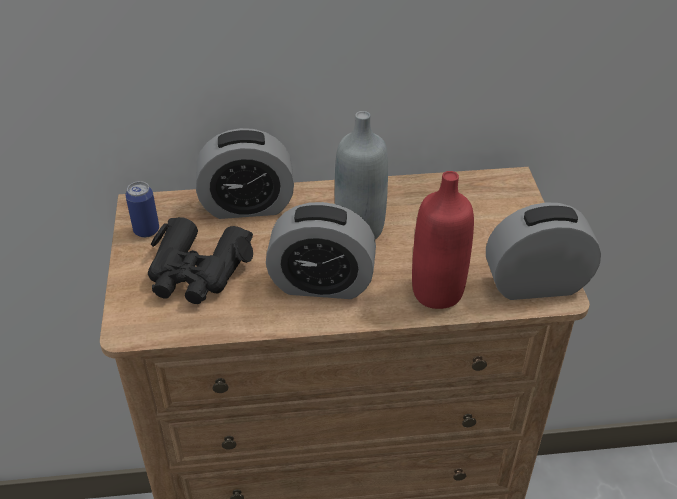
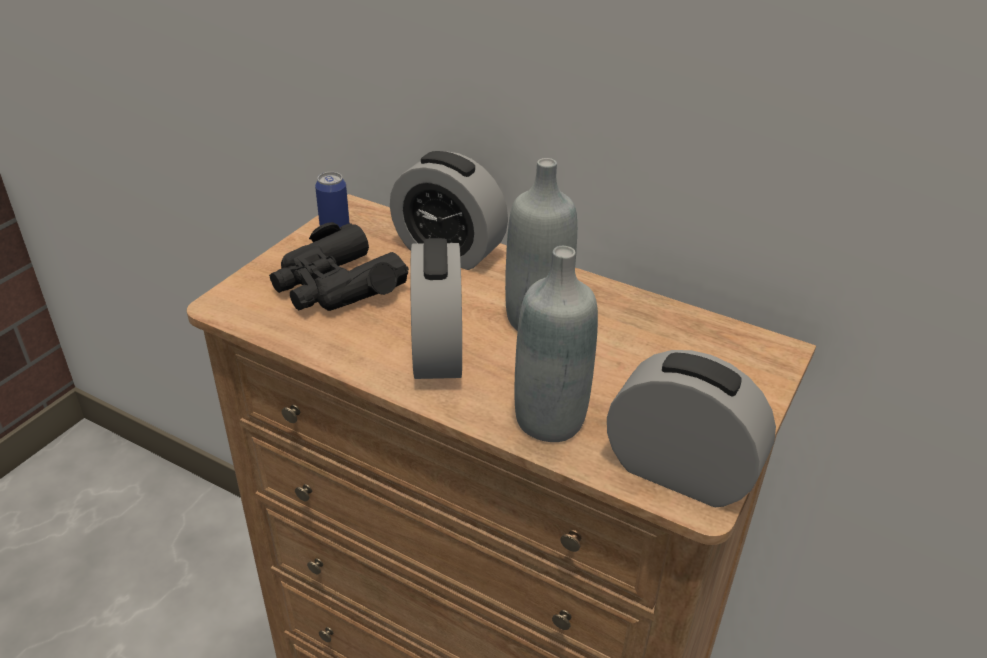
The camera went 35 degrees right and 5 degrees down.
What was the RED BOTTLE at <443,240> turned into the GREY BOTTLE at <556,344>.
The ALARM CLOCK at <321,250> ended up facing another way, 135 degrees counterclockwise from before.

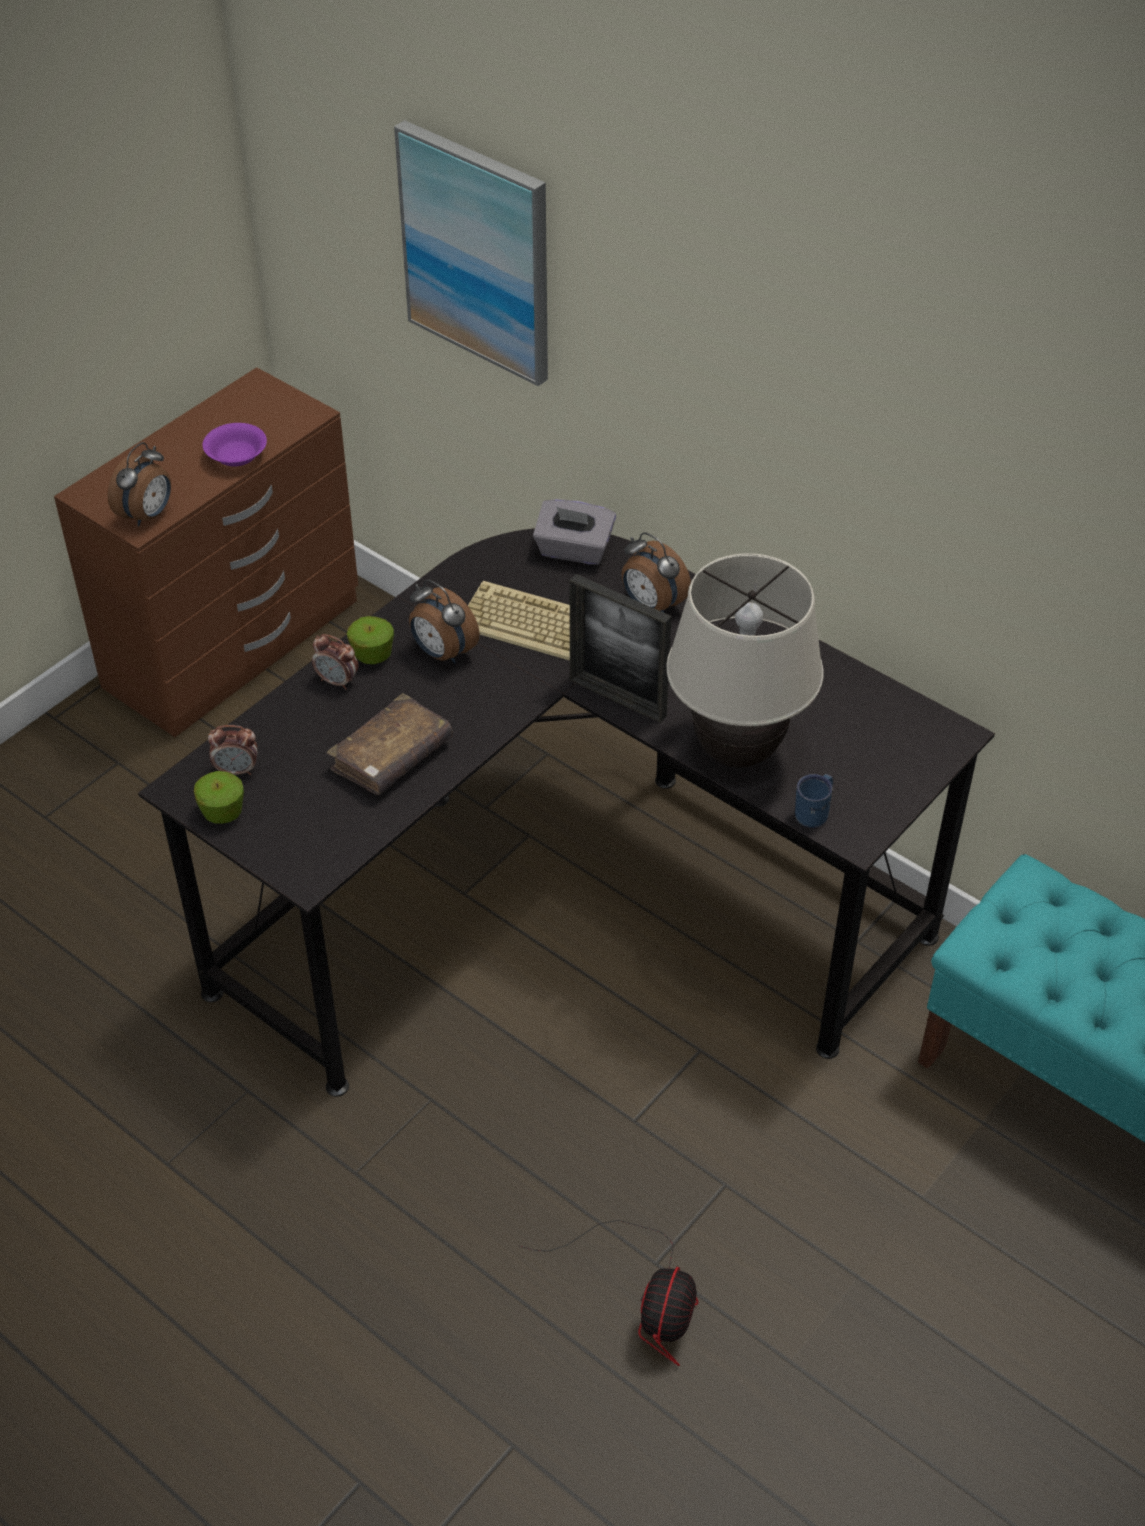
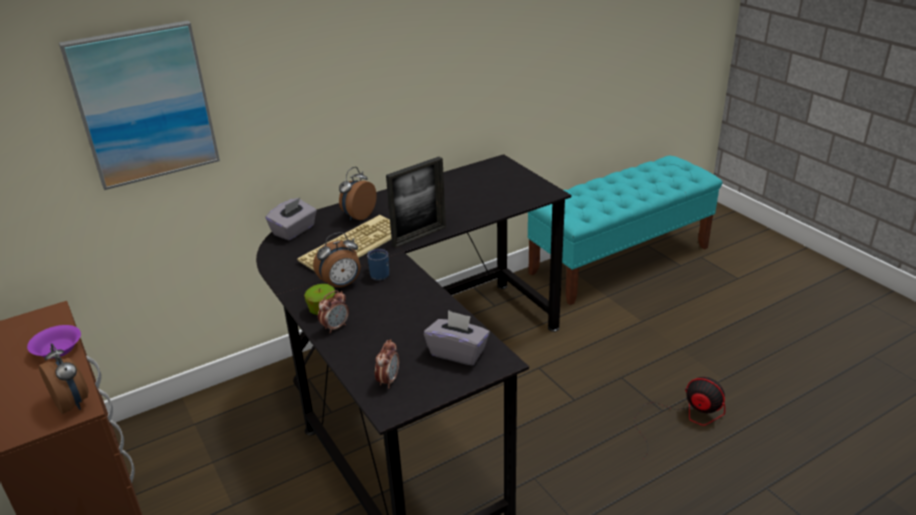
The camera went 70 degrees left and 15 degrees down.
The second view lost the APPLE at <219,797>.
The second view lost the BROWN BOOK at <390,744>.
The second view lost the BEIGE TABLE LAMP at <744,660>.
The second view gained the GREY TISSUE BOX at <457,338>.
The BLUE MUG ended up elsewhere, having gone from <814,801> to <378,265>.
The ALARM CLOCK at <656,572> ended up facing another way, 150 degrees clockwise from before.

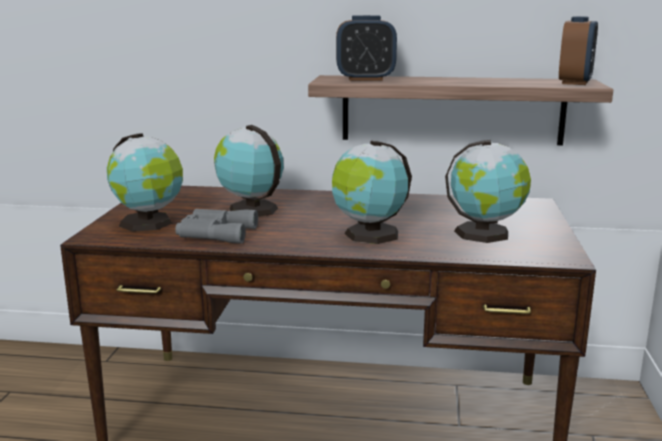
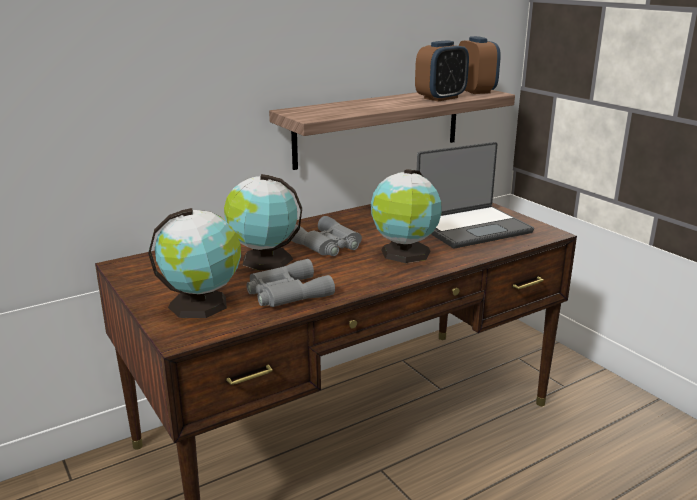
The camera went 40 degrees left and 5 degrees up.
The second view gained the GREY BINOCULARS at <324,236>.
The ALARM CLOCK ended up elsewhere, having gone from <366,48> to <442,71>.
Where the GLOBE stood at <488,191>, the LAPTOP came to stand at <475,195>.

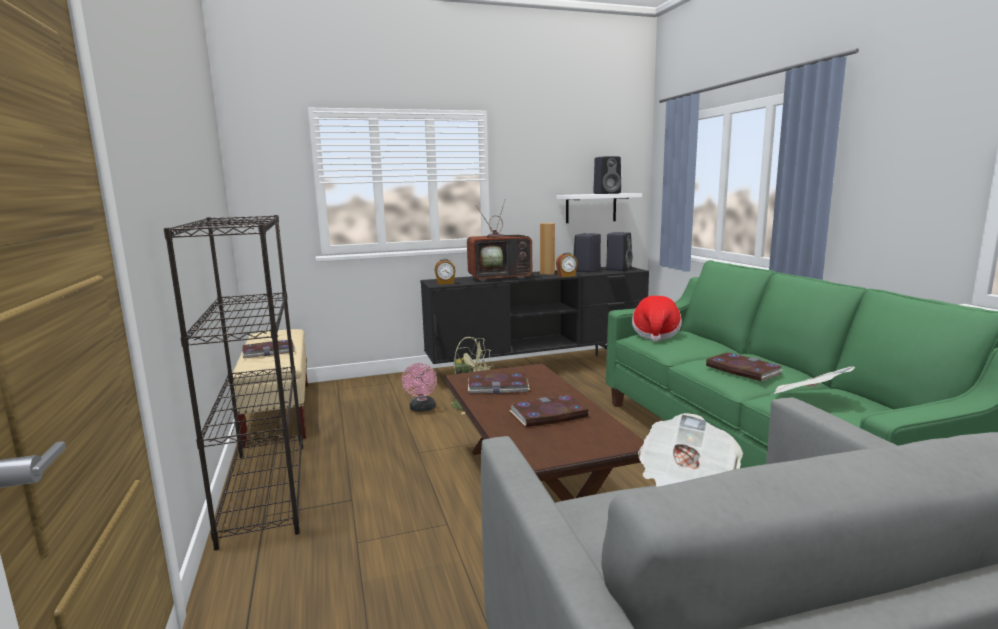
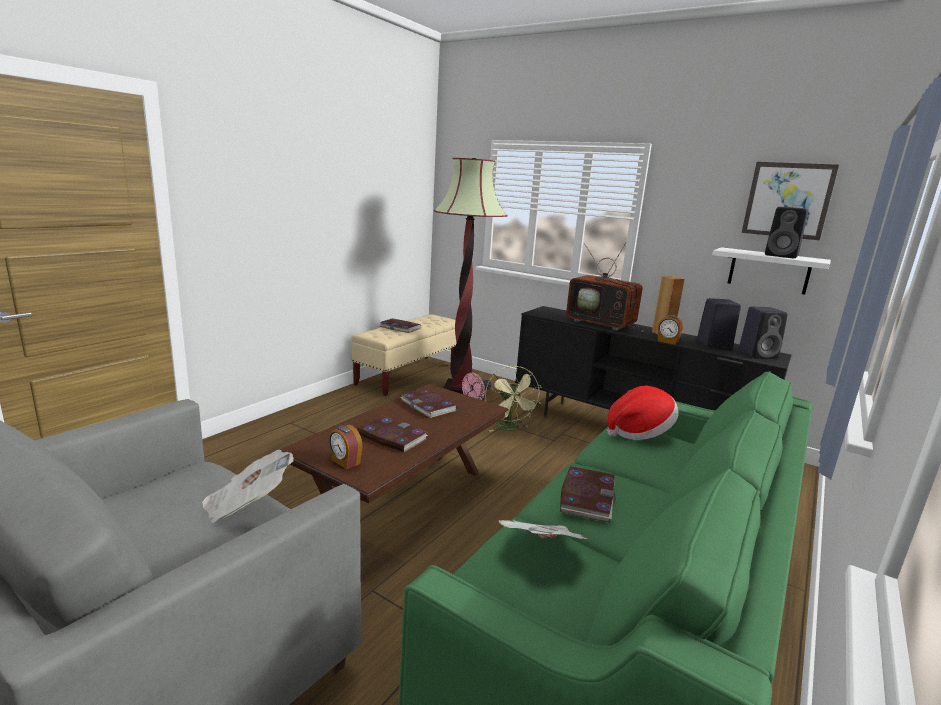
The camera went 50 degrees right and 5 degrees up.
The second view lost the BLACK BOOKCASE at <233,382>.
The second view gained the FLOOR LAMP at <471,277>.
The second view gained the PICTURE at <790,201>.
The ALARM CLOCK ended up elsewhere, having gone from <445,272> to <346,447>.

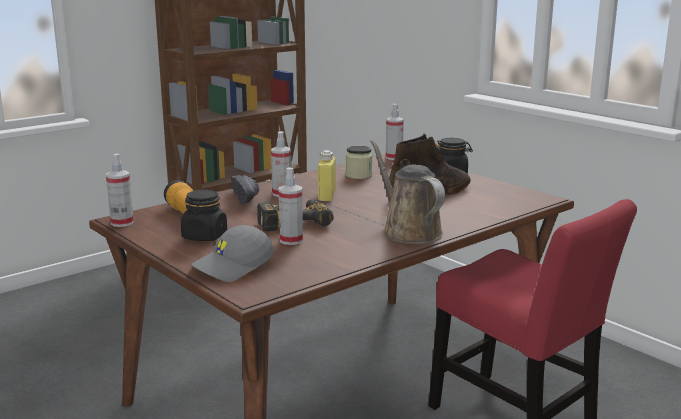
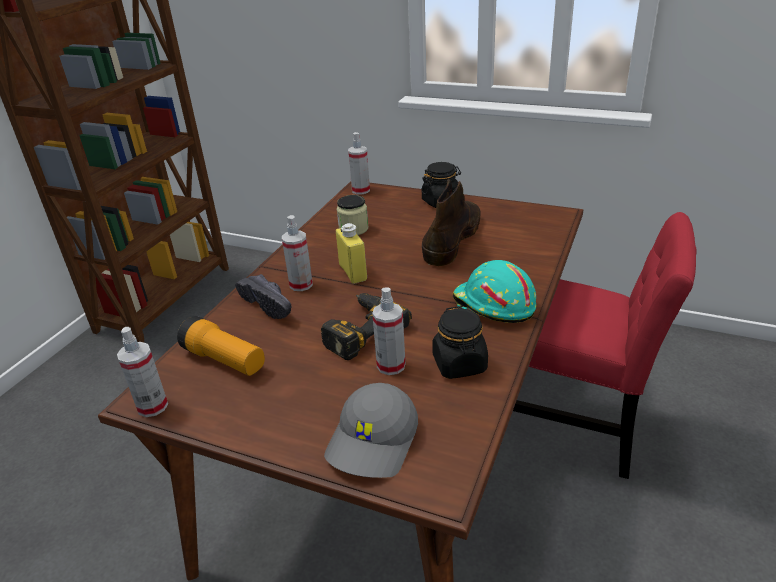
The camera went 25 degrees left and 15 degrees up.
The BLACK JAR ended up elsewhere, having gone from <204,215> to <460,342>.
Where the BROWN WATERING CAN stood at <407,191>, the TURQUOISE HARD HAT came to stand at <494,291>.

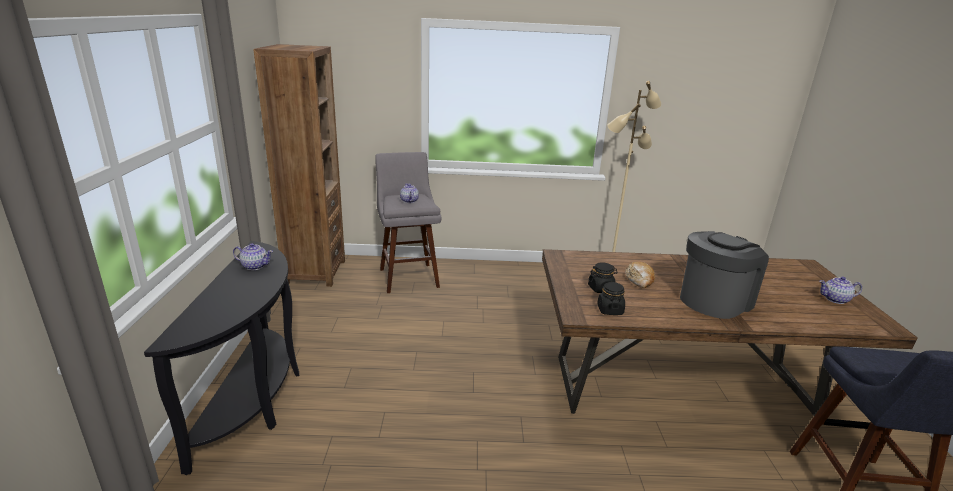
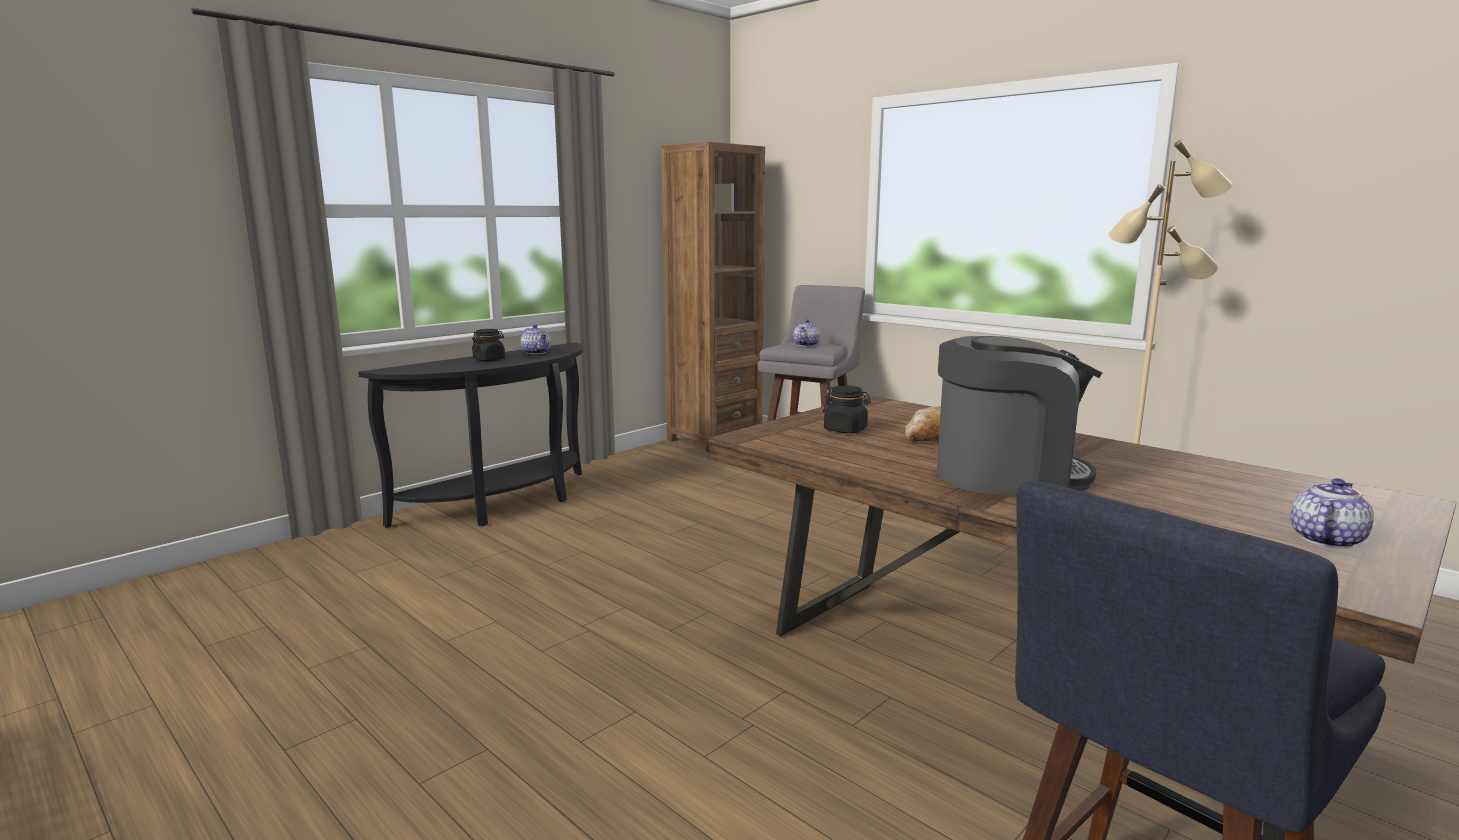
The camera went 45 degrees right and 10 degrees down.
The BLACK JAR ended up elsewhere, having gone from <611,298> to <488,345>.
The TEAPOT at <840,290> ended up facing another way, 90 degrees clockwise from before.

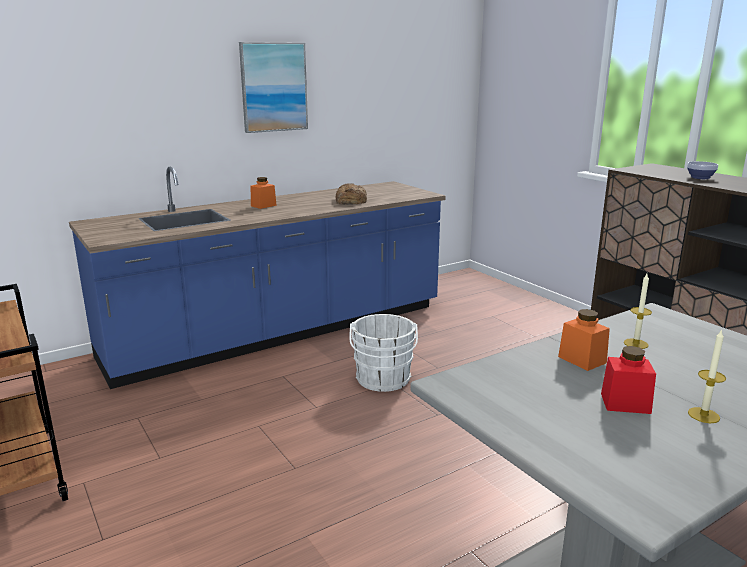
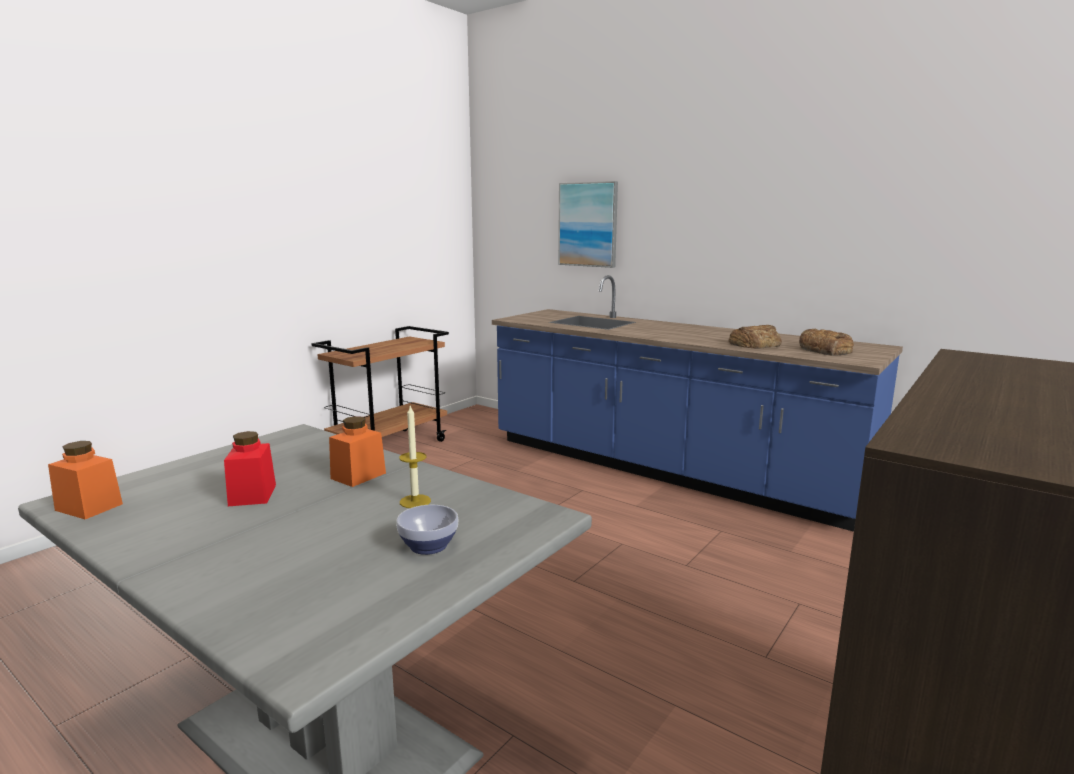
The camera went 70 degrees right and 5 degrees down.
The second view lost the WHITE BUCKET at <383,353>.
The second view lost the CANDLE at <707,376>.
The second view gained the BREAD at <826,342>.
The PICTURE ended up elsewhere, having gone from <273,87> to <588,224>.
The ORANGE JAR ended up elsewhere, having gone from <264,193> to <85,480>.
The BOWL ended up elsewhere, having gone from <702,170> to <427,530>.

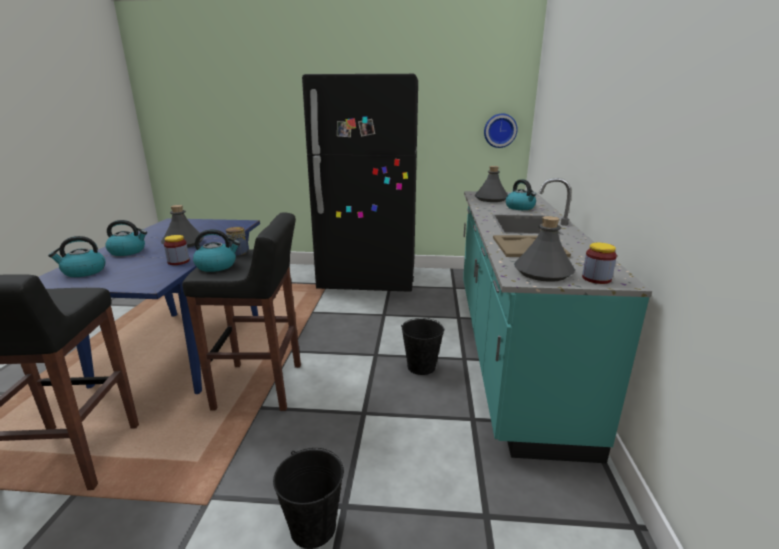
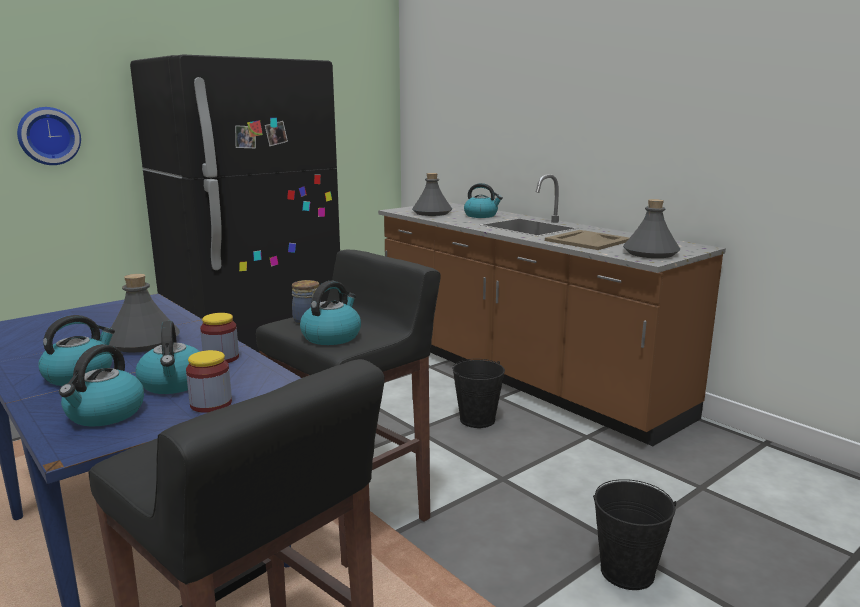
The camera went 45 degrees left and 5 degrees down.
The second view gained the KETTLE at <168,357>.
The WALL CLOCK ended up elsewhere, having gone from <500,130> to <49,136>.
The JAR ended up elsewhere, having gone from <599,263> to <209,381>.
What was the TURQUOISE COUNTER at <557,320> turned into the BROWN COUNTER at <552,310>.

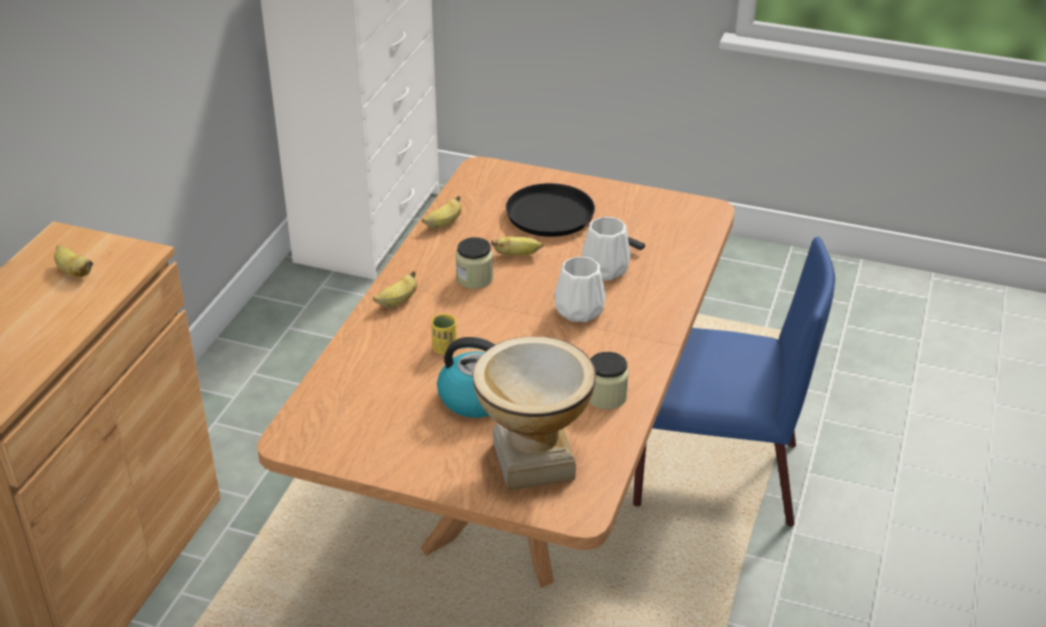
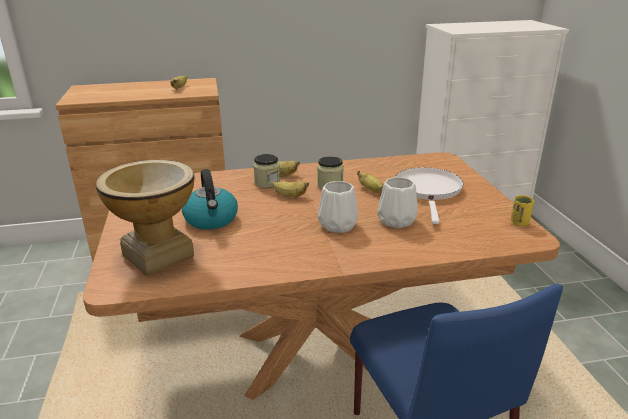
The camera went 60 degrees right and 10 degrees down.
The BANANA ended up elsewhere, having gone from <442,212> to <290,189>.
The YELLOW CUP ended up elsewhere, having gone from <444,334> to <522,210>.
The JAR ended up elsewhere, having gone from <609,380> to <266,171>.
What was the BLACK FRYING PAN at <575,216> turned into the WHITE FRYING PAN at <429,195>.

